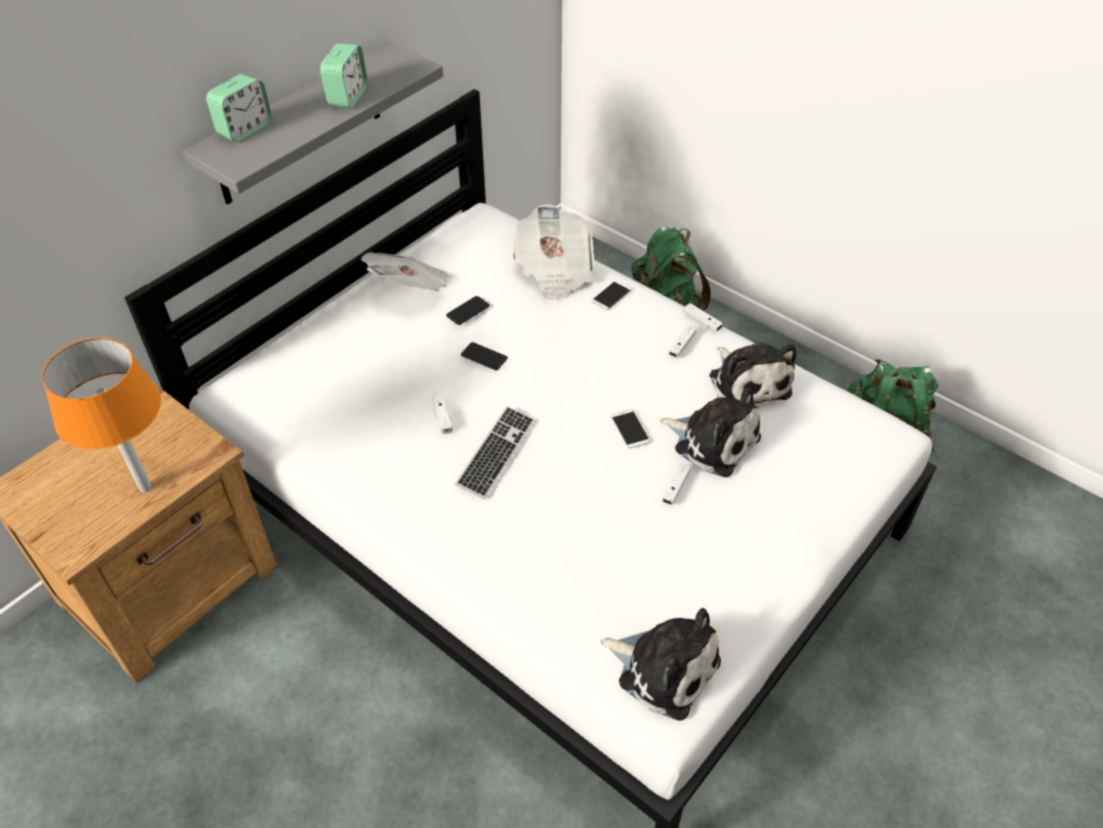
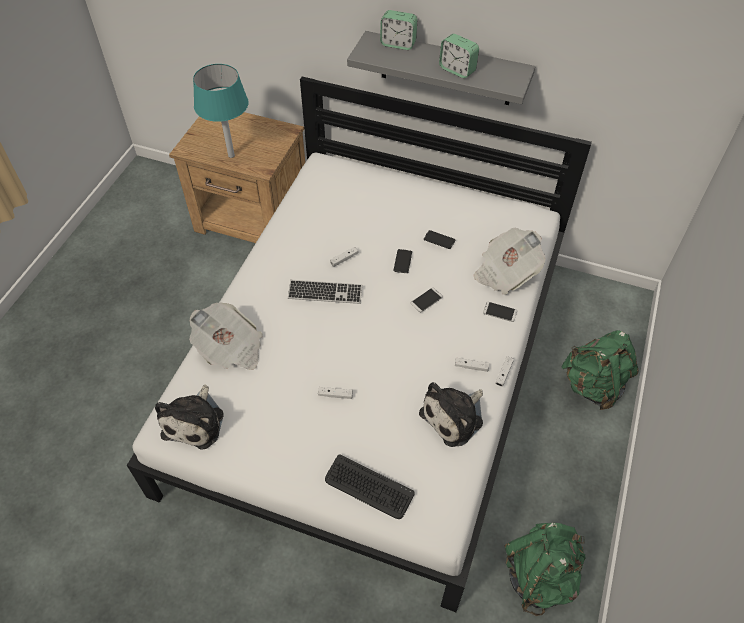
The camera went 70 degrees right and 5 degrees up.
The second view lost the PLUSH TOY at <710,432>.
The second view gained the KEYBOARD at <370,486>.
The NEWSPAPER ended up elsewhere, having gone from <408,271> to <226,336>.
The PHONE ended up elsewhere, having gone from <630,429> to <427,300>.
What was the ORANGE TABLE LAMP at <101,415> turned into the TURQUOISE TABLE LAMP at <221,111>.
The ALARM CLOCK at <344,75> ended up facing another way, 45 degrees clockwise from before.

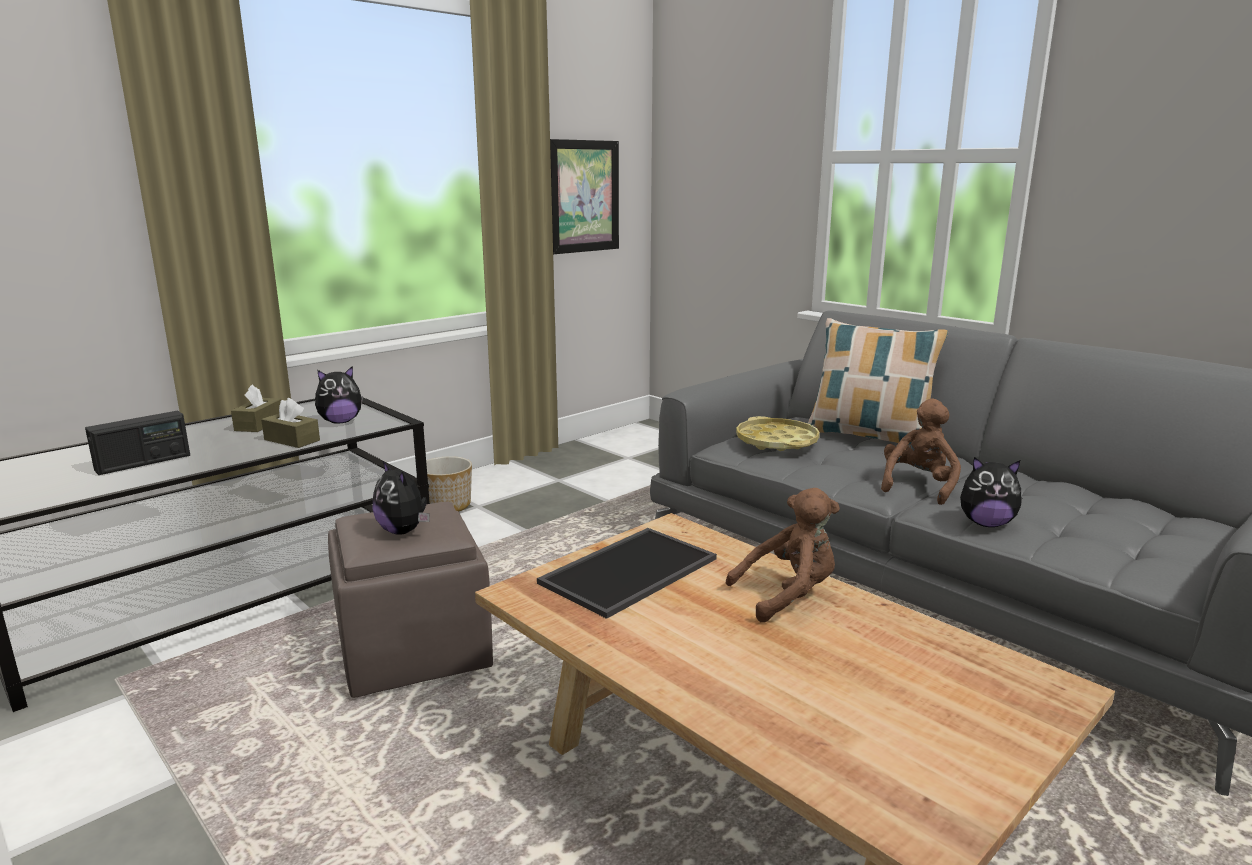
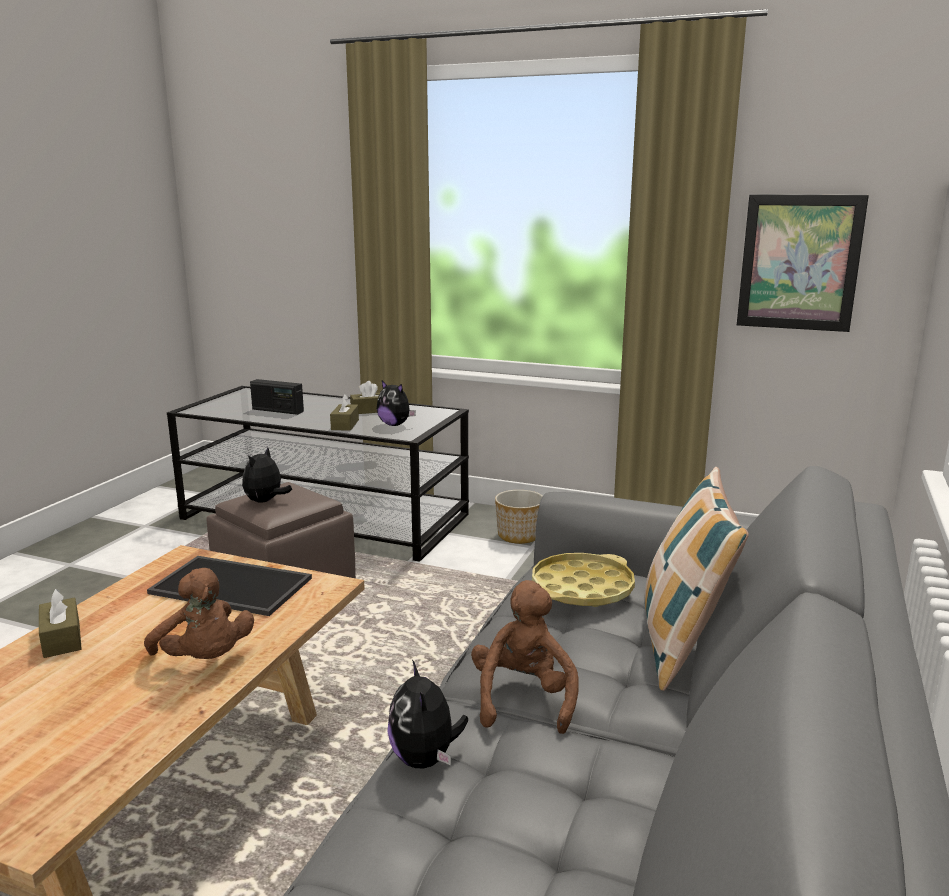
The camera went 65 degrees right and 0 degrees up.
The second view gained the BROWN TISSUE BOX at <60,623>.
The BROWN PLUSH TOY at <921,452> ended up facing another way, 90 degrees counterclockwise from before.

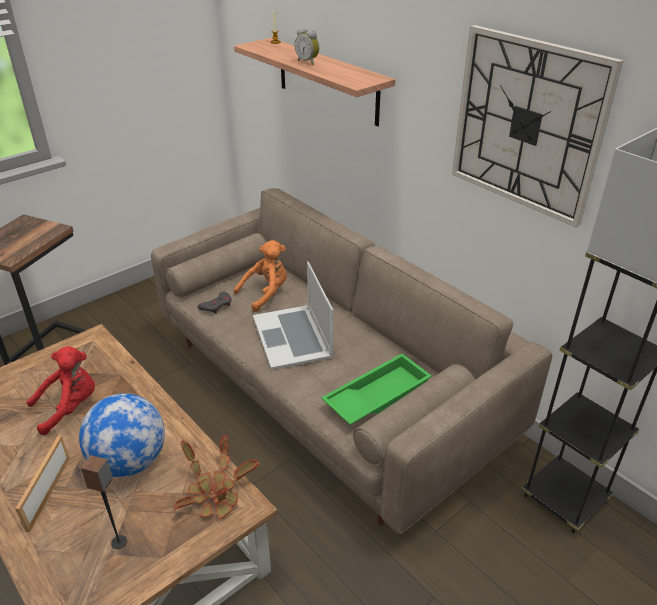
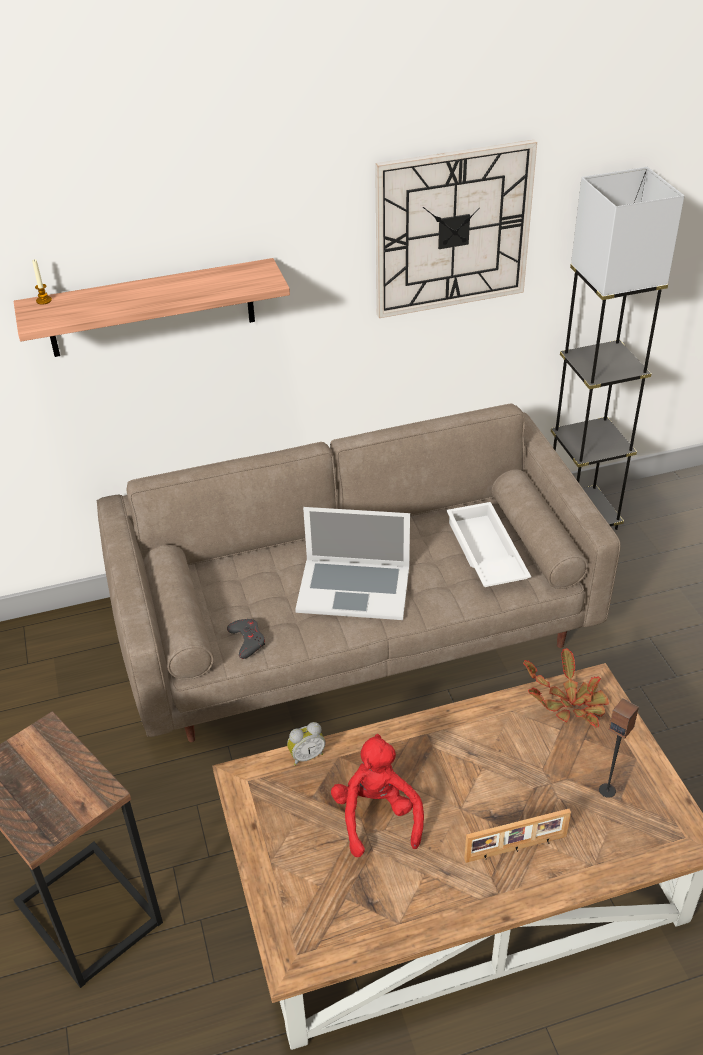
The camera went 65 degrees left and 5 degrees up.
The second view lost the GLOBE at <122,435>.
The second view lost the ORANGE PLUSH TOY at <260,276>.
The ALARM CLOCK ended up elsewhere, having gone from <306,46> to <306,744>.
What was the GREEN TRAY at <376,389> turned into the WHITE TRAY at <489,544>.
The PICTURE FRAME at <42,483> ended up facing another way, 45 degrees counterclockwise from before.

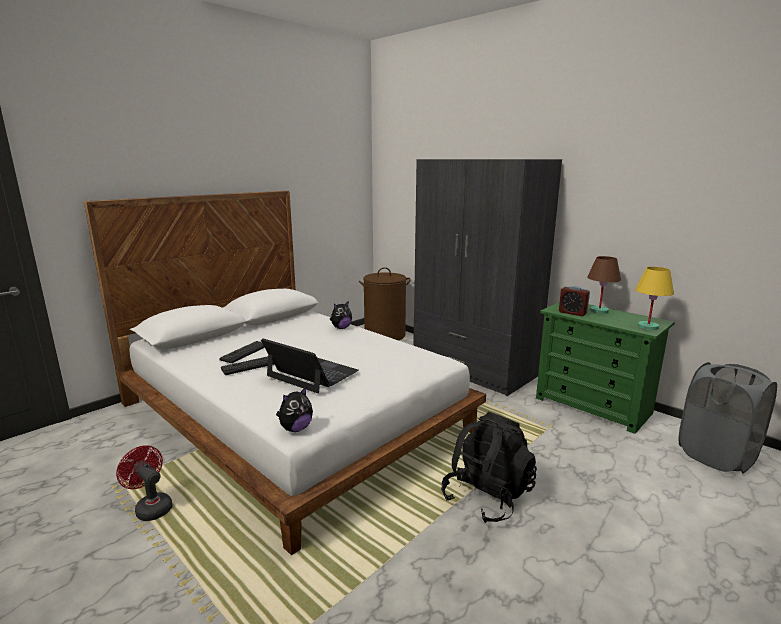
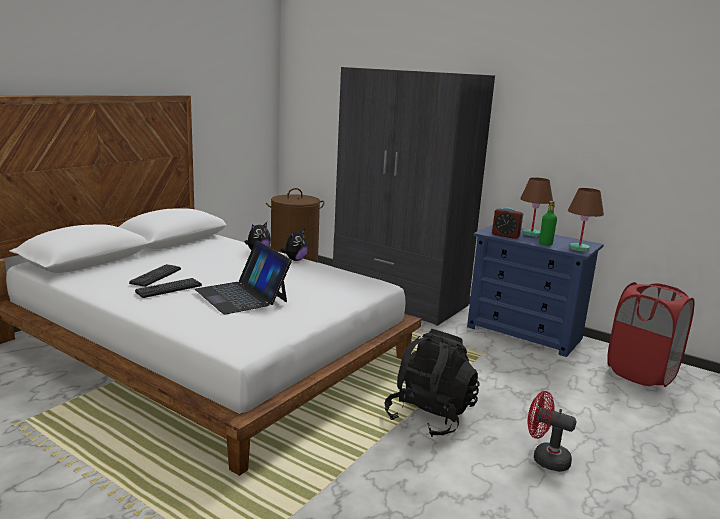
The camera went 10 degrees left and 0 degrees up.
The second view gained the GREEN BOTTLE at <548,223>.
The RED FAN ended up elsewhere, having gone from <144,483> to <551,431>.
The PLUSH TOY ended up elsewhere, having gone from <294,409> to <294,244>.
What was the GREEN DRESSER at <605,368> turned into the BLUE DRESSER at <535,291>.
What was the YELLOW TABLE LAMP at <654,298> turned into the BROWN TABLE LAMP at <586,219>.
What was the GREY LAUNDRY BASKET at <728,418> turned into the RED LAUNDRY BASKET at <651,334>.
The LAPTOP at <310,365> ended up facing another way, 150 degrees counterclockwise from before.

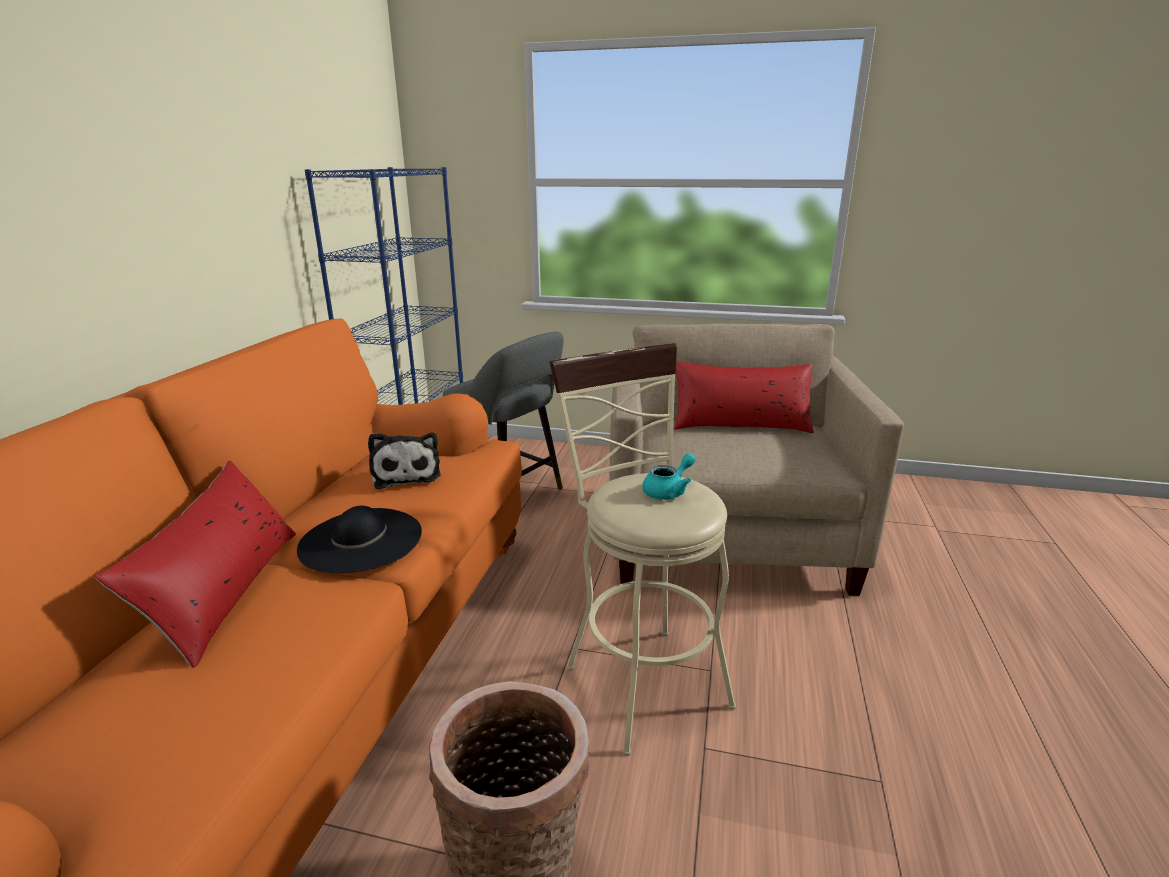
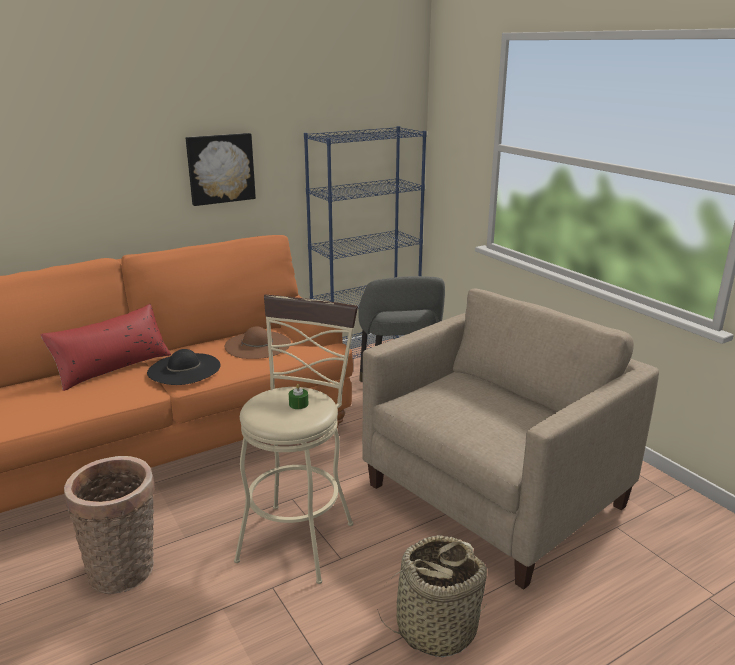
The camera went 45 degrees right and 0 degrees up.
The second view lost the RED PILLOW at <744,397>.
The second view gained the PICTURE at <221,169>.
The second view gained the BASKET at <432,596>.
Where the PLUSH TOY stood at <404,460>, the BROWN HAT came to stand at <258,343>.
Where the TURQUOISE TEAPOT stood at <669,476>, the GREEN CANDLE came to stand at <298,396>.

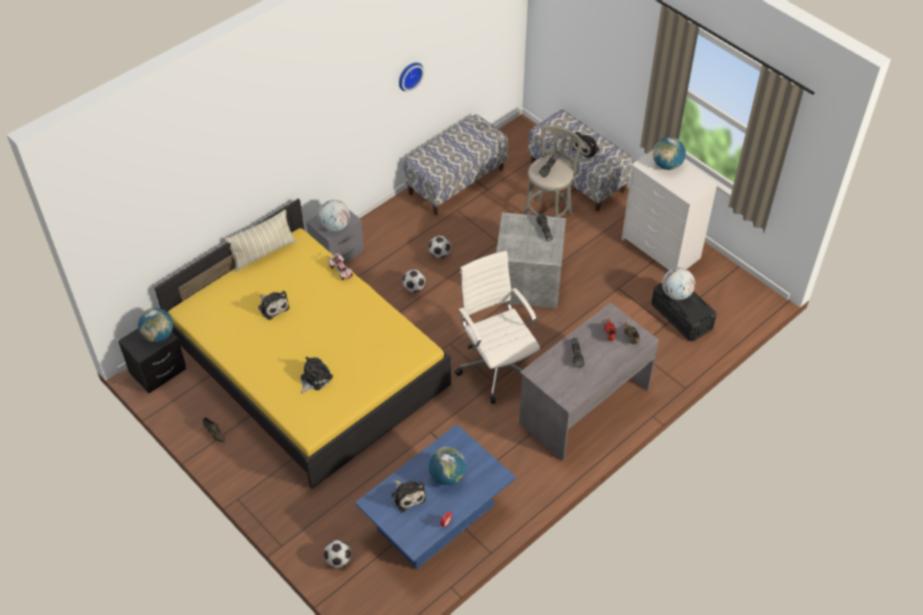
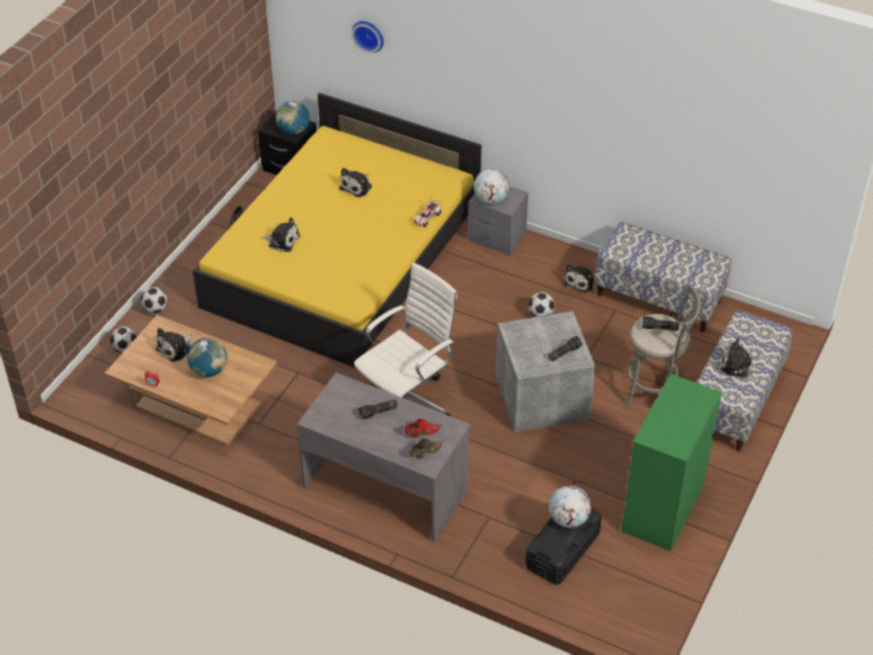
The camera went 70 degrees right and 5 degrees down.
The second view lost the PILLOW at <260,240>.
The second view lost the GLOBE at <669,153>.
The second view gained the PLUSH TOY at <579,278>.
The WALL CLOCK ended up elsewhere, having gone from <411,77> to <368,37>.
The FOOTBALL ended up elsewhere, having gone from <414,281> to <154,300>.
What was the BLUE COFFEE TABLE at <435,497> turned into the BROWN COFFEE TABLE at <191,380>.
What was the WHITE DRESSER at <670,210> turned into the GREEN DRESSER at <671,462>.

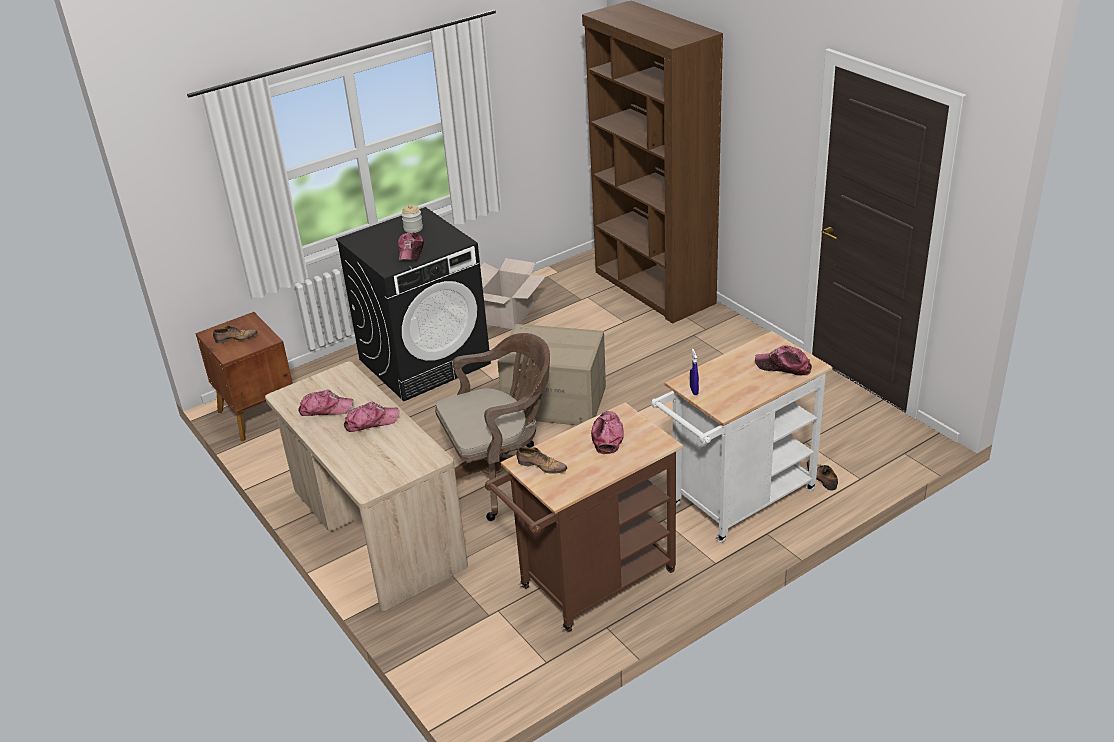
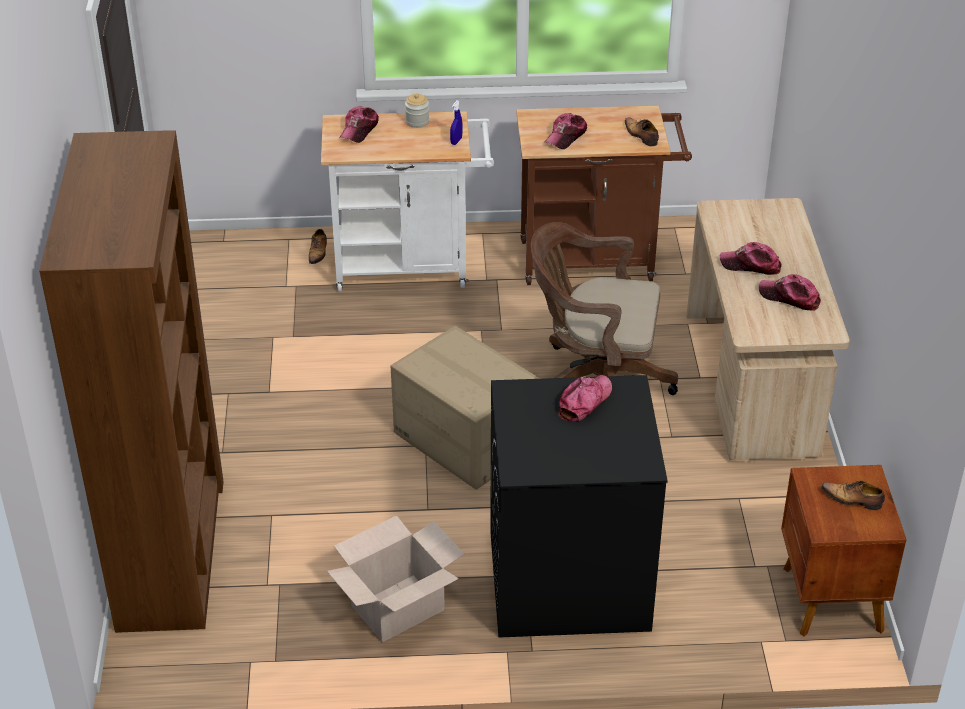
The camera went 150 degrees left and 5 degrees up.
The JAR ended up elsewhere, having gone from <412,219> to <417,111>.
The CAP at <783,360> ended up facing another way, 60 degrees clockwise from before.

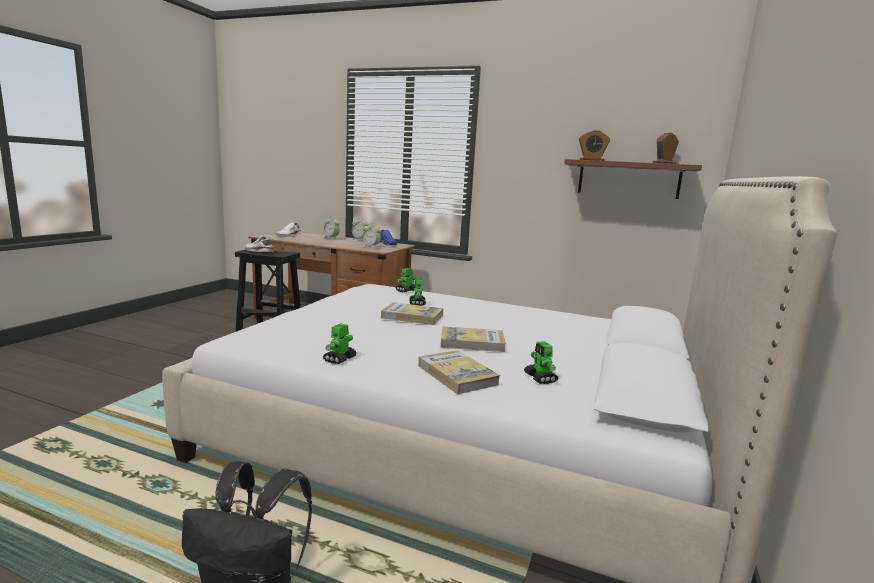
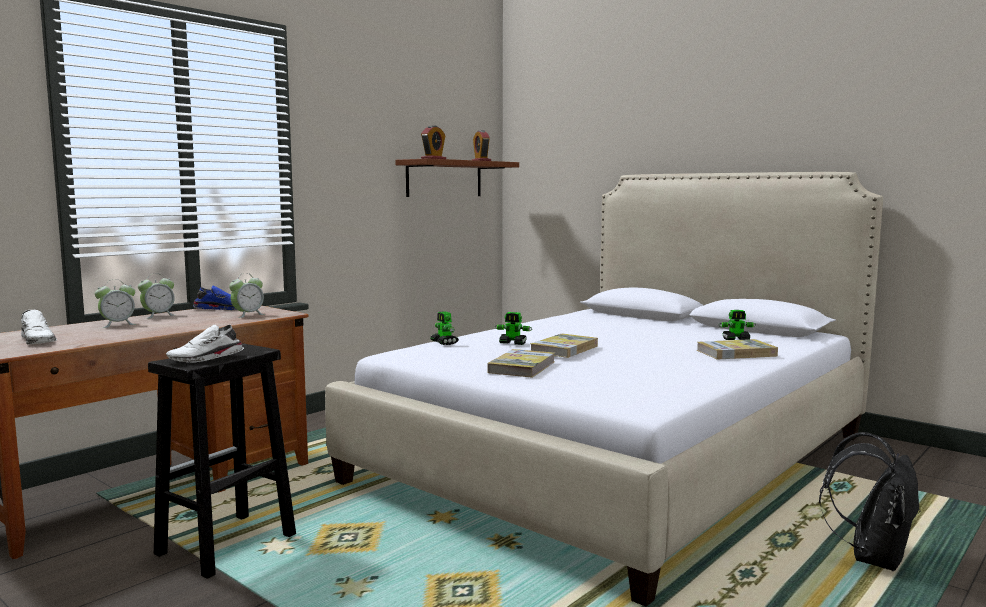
The camera went 70 degrees left and 5 degrees down.
The second view lost the TOY ROBOT at <339,343>.
The BOOK ended up elsewhere, having gone from <473,339> to <521,363>.

